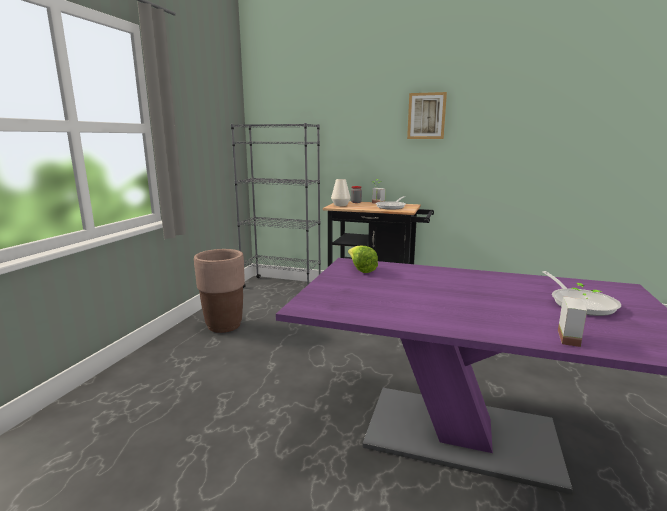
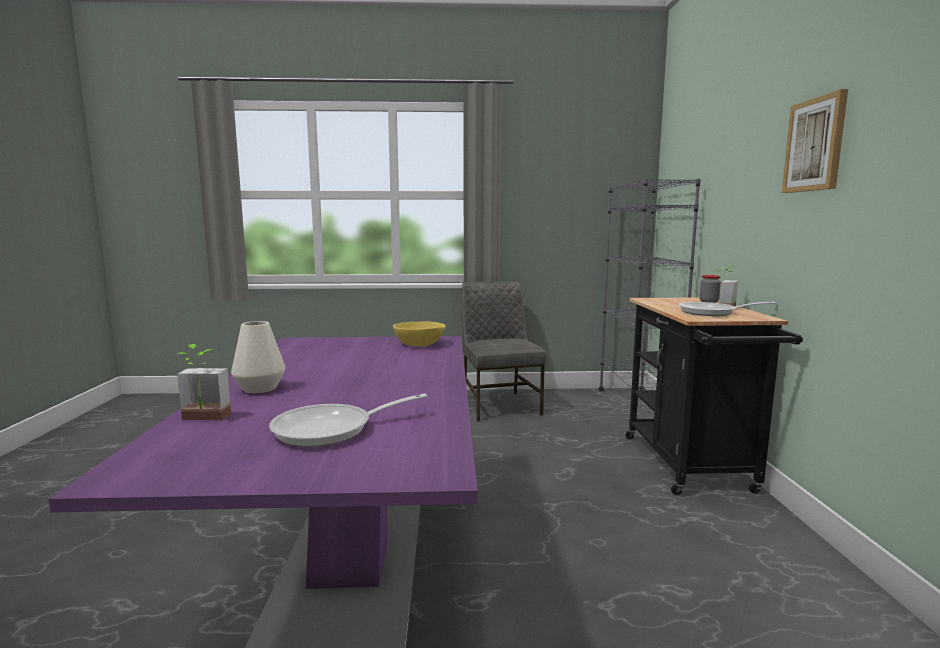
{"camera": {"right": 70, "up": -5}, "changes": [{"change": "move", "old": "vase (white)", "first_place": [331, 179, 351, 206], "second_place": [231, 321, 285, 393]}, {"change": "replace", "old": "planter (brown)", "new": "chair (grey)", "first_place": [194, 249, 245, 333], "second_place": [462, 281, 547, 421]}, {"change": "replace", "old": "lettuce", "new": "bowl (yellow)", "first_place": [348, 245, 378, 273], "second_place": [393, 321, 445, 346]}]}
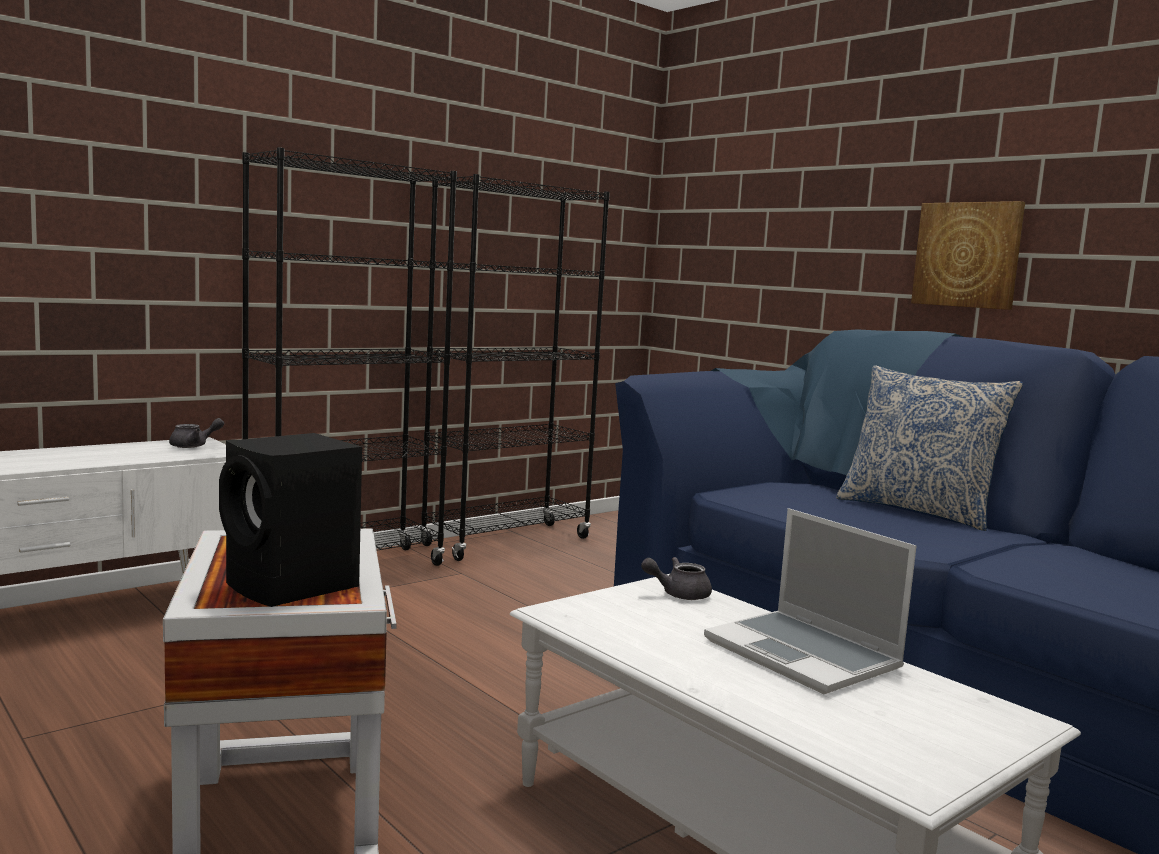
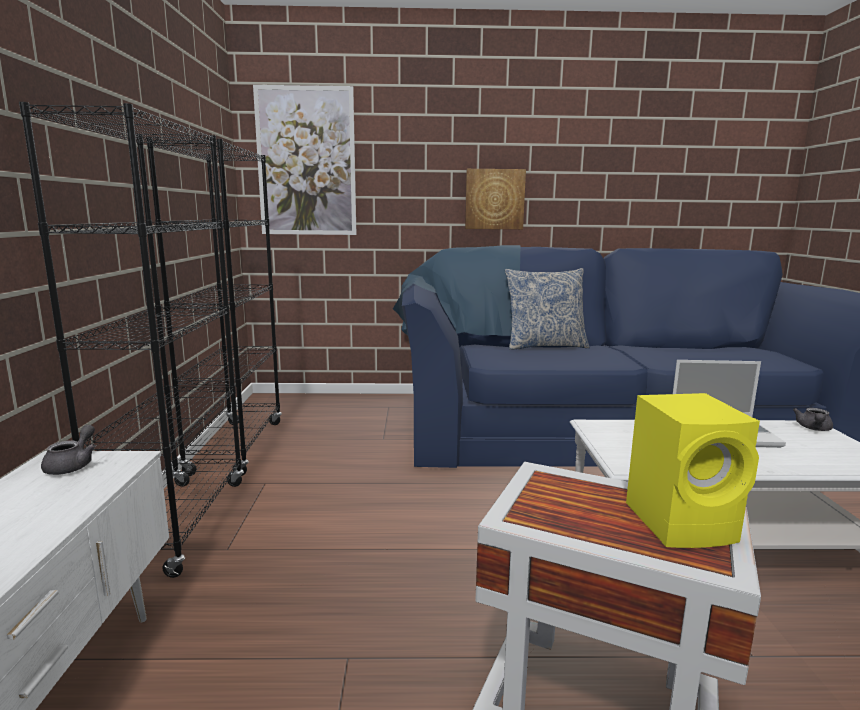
{"camera": {"right": -50, "up": 5}, "changes": [{"change": "insert", "new": "picture", "second_place": [253, 85, 356, 235]}, {"change": "move", "old": "teapot (grey)", "first_place": [641, 557, 712, 600], "second_place": [793, 408, 833, 431]}, {"change": "recolor", "old": "speaker (black)", "new": "speaker (yellow)", "first_place": [219, 433, 362, 607], "second_place": [626, 393, 760, 548]}]}
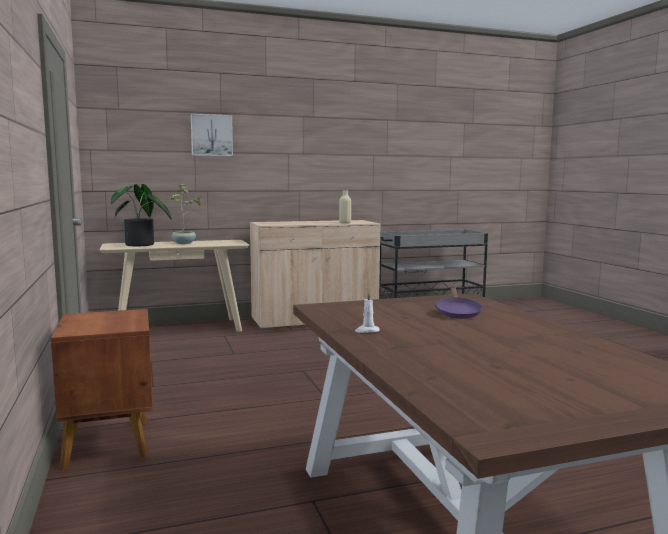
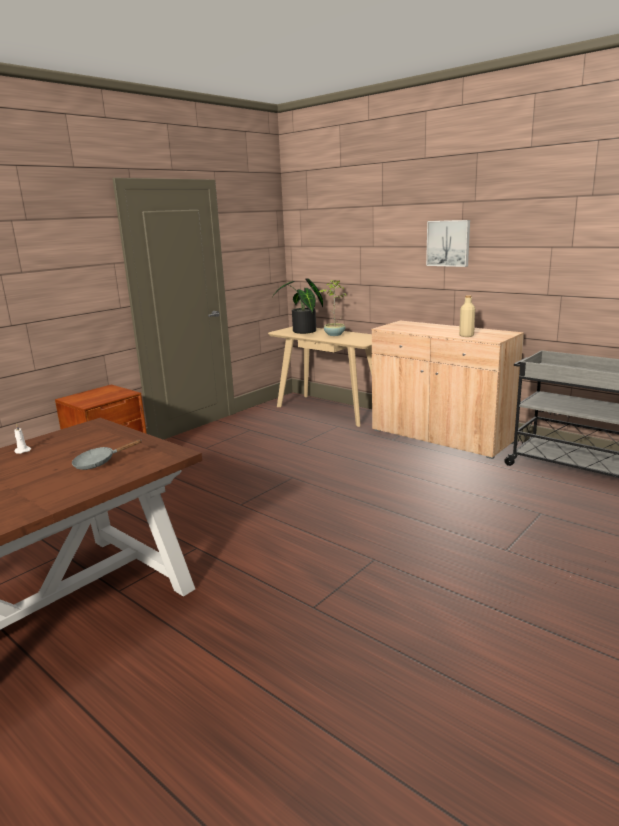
{"camera": {"right": 60, "up": 10}, "changes": [{"change": "move", "old": "picture", "first_place": [191, 114, 233, 156], "second_place": [426, 220, 470, 267]}, {"change": "recolor", "old": "frying pan (purple)", "new": "frying pan (grey)", "first_place": [435, 286, 483, 319], "second_place": [72, 439, 142, 470]}]}
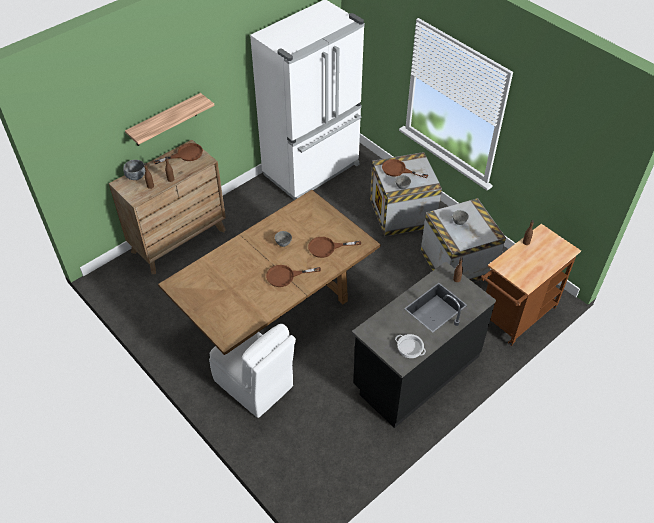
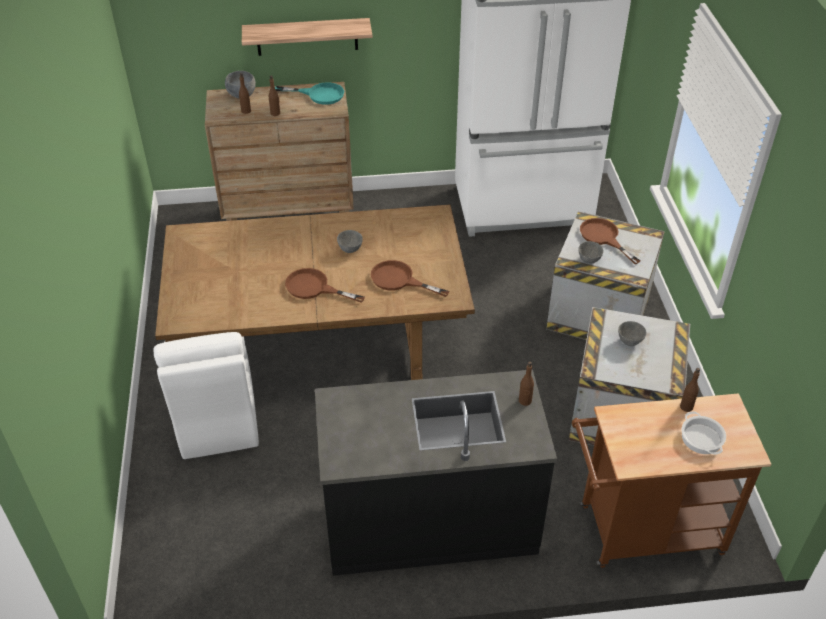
{"camera": {"right": 35, "up": -5}, "changes": [{"change": "move", "old": "cooking pot", "first_place": [395, 334, 426, 358], "second_place": [682, 412, 726, 455]}, {"change": "recolor", "old": "frying pan (brown)", "new": "frying pan (turquoise)", "first_place": [154, 143, 203, 164], "second_place": [275, 82, 344, 105]}]}
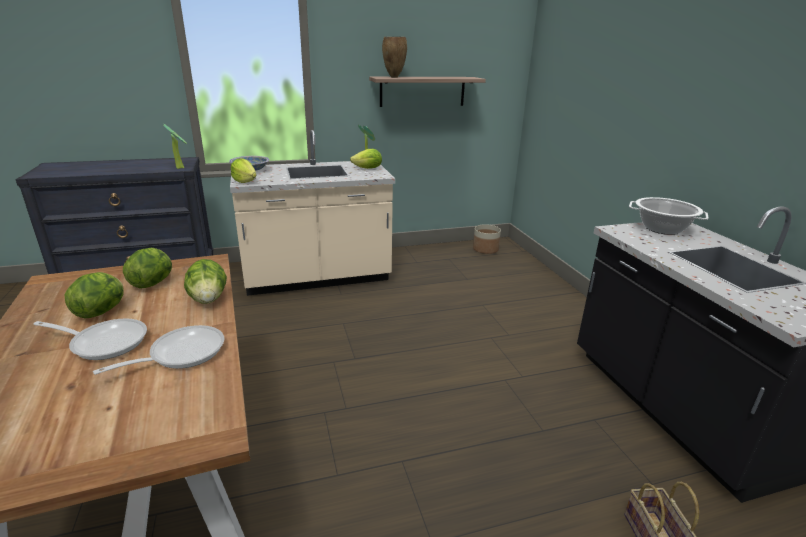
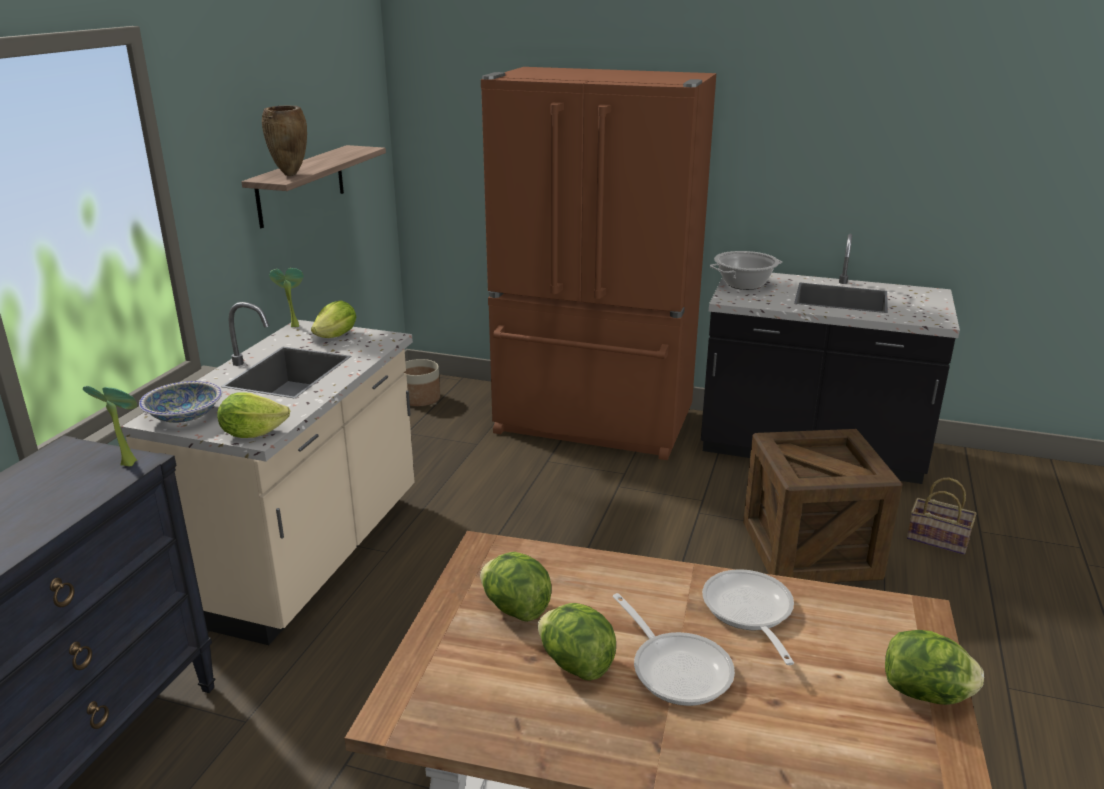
{"camera": {"right": -55, "up": 0}, "changes": [{"change": "insert", "new": "fridge (brown)", "second_place": [481, 67, 716, 460]}, {"change": "insert", "new": "crate", "second_place": [743, 429, 903, 583]}, {"change": "move", "old": "lettuce", "first_place": [184, 259, 227, 304], "second_place": [885, 630, 984, 705]}, {"change": "rotate", "old": "frying pan", "first_place": [33, 318, 147, 360], "second_place": [612, 593, 735, 706], "degrees": 105}]}
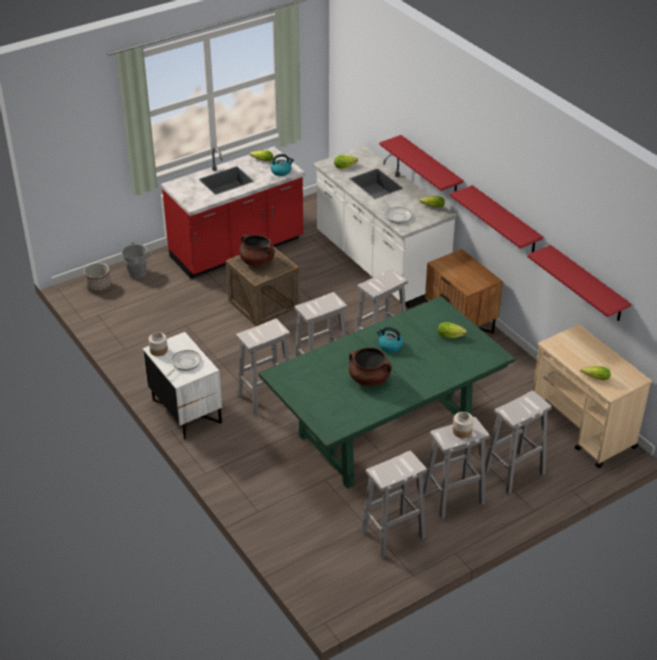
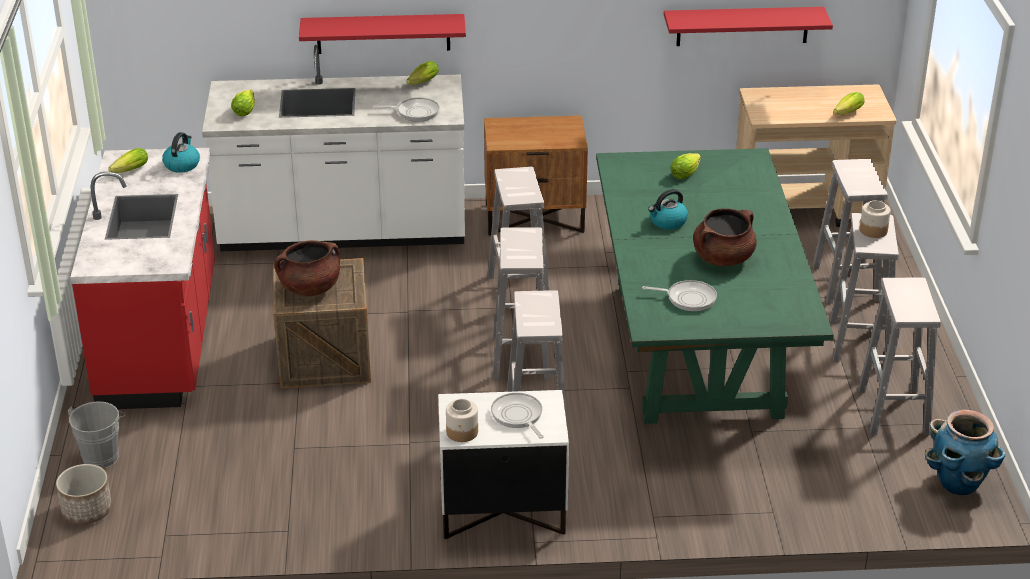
{"camera": {"right": -60, "up": -5}, "changes": [{"change": "delete", "old": "shelf (red)", "first_place": [450, 185, 543, 252]}, {"change": "insert", "new": "frying pan", "second_place": [642, 280, 717, 311]}, {"change": "insert", "new": "planter", "second_place": [925, 410, 1005, 495]}]}
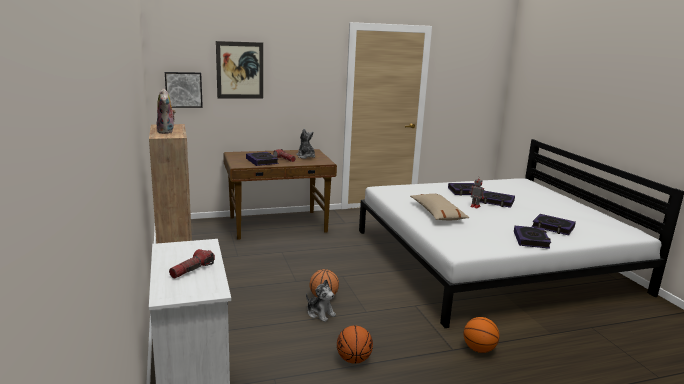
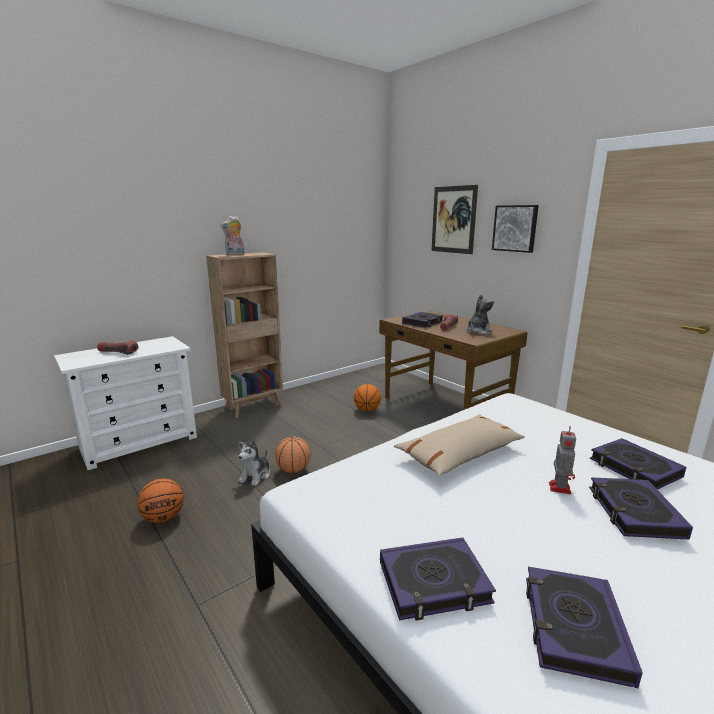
{"camera": {"right": 70, "up": 0}, "changes": [{"change": "move", "old": "picture", "first_place": [165, 72, 203, 108], "second_place": [492, 205, 539, 253]}, {"change": "move", "old": "basketball", "first_place": [464, 317, 499, 353], "second_place": [354, 384, 381, 412]}]}
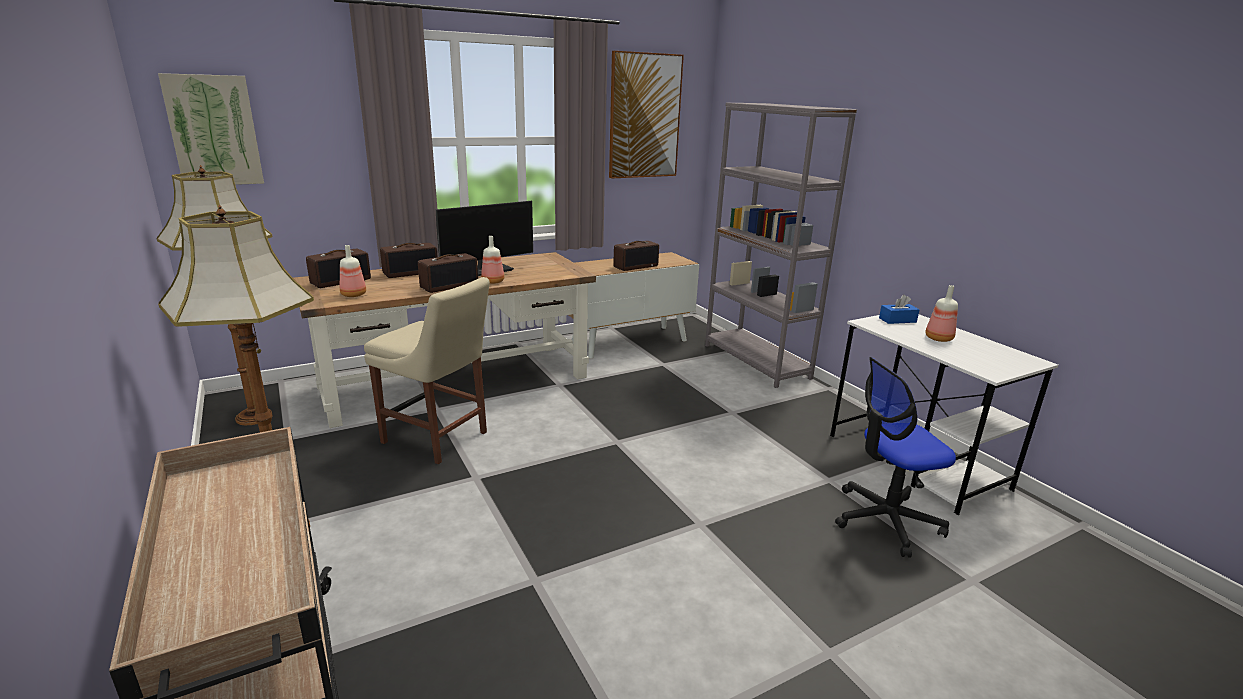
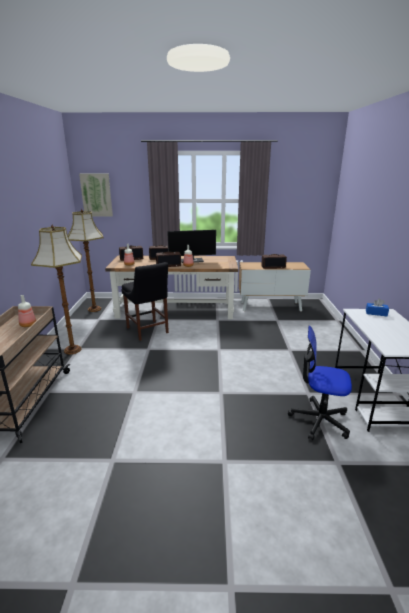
{"camera": {"right": 30, "up": 0}, "changes": [{"change": "delete", "old": "picture", "first_place": [609, 51, 684, 179]}, {"change": "delete", "old": "bookcase (grey)", "first_place": [705, 103, 857, 388]}, {"change": "move", "old": "bottle", "first_place": [925, 285, 958, 342], "second_place": [18, 295, 36, 327]}, {"change": "recolor", "old": "chair (beige)", "new": "chair (black)", "first_place": [364, 277, 490, 464], "second_place": [121, 262, 169, 341]}]}
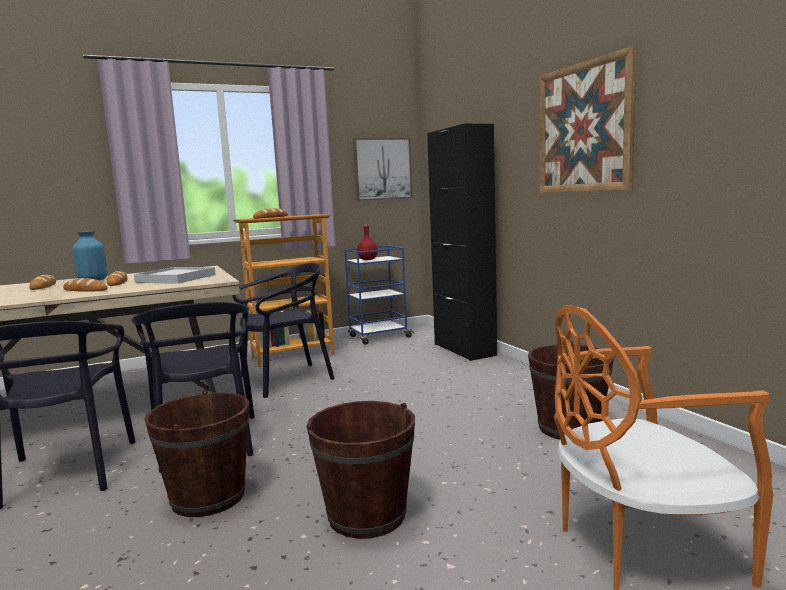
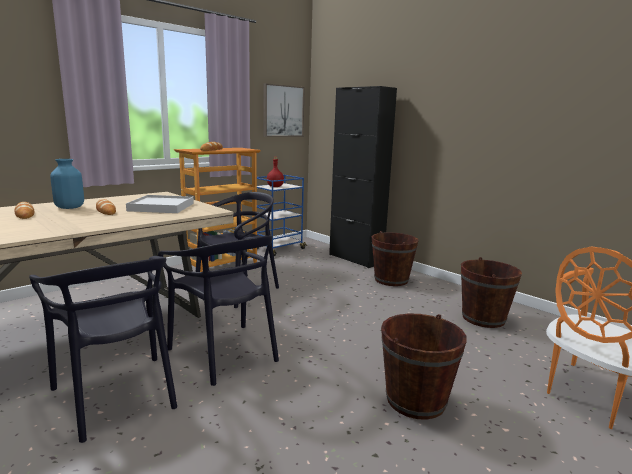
{"camera": {"right": -20, "up": 5}, "changes": [{"change": "delete", "old": "bread", "first_place": [63, 278, 107, 292]}, {"change": "delete", "old": "picture", "first_place": [540, 46, 637, 193]}, {"change": "move", "old": "bucket (brown)", "first_place": [144, 389, 249, 517], "second_place": [372, 231, 419, 286]}]}
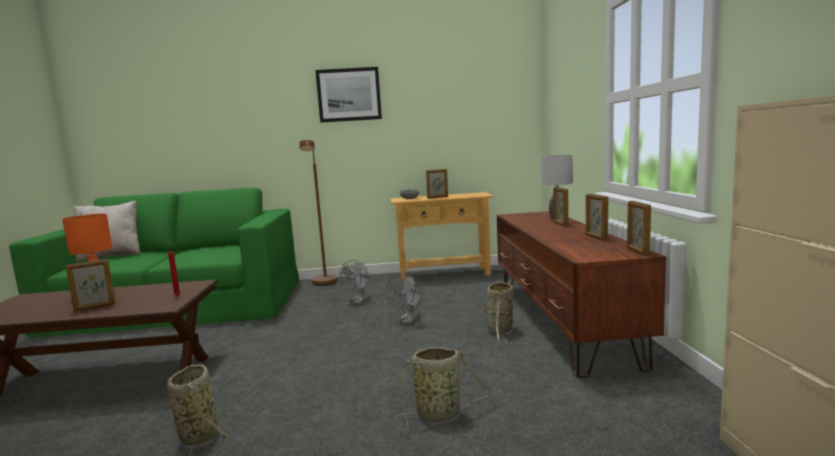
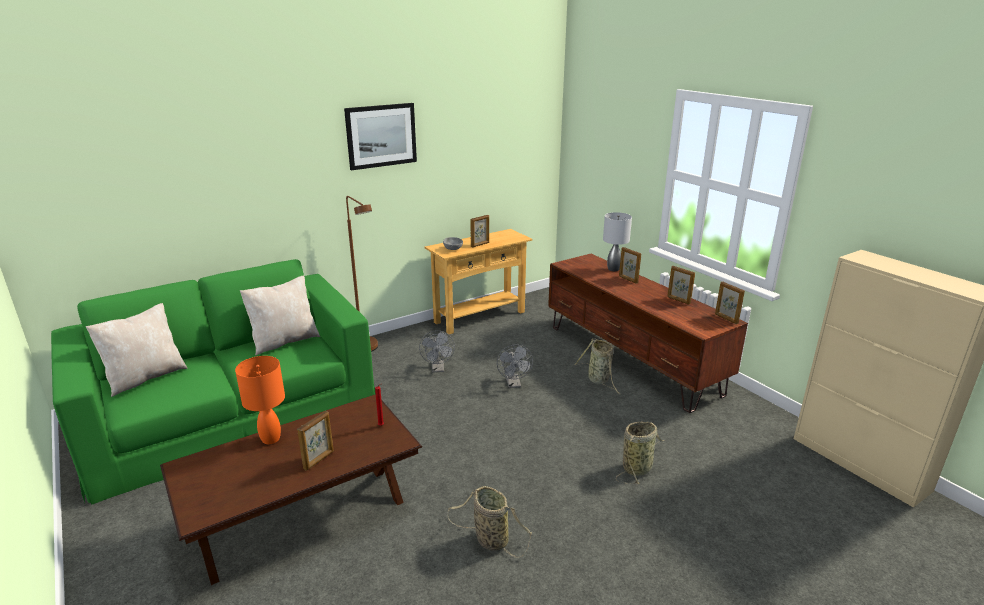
{"camera": {"right": -30, "up": 15}, "changes": [{"change": "insert", "new": "pillow (beige)", "second_place": [240, 276, 320, 355]}]}
